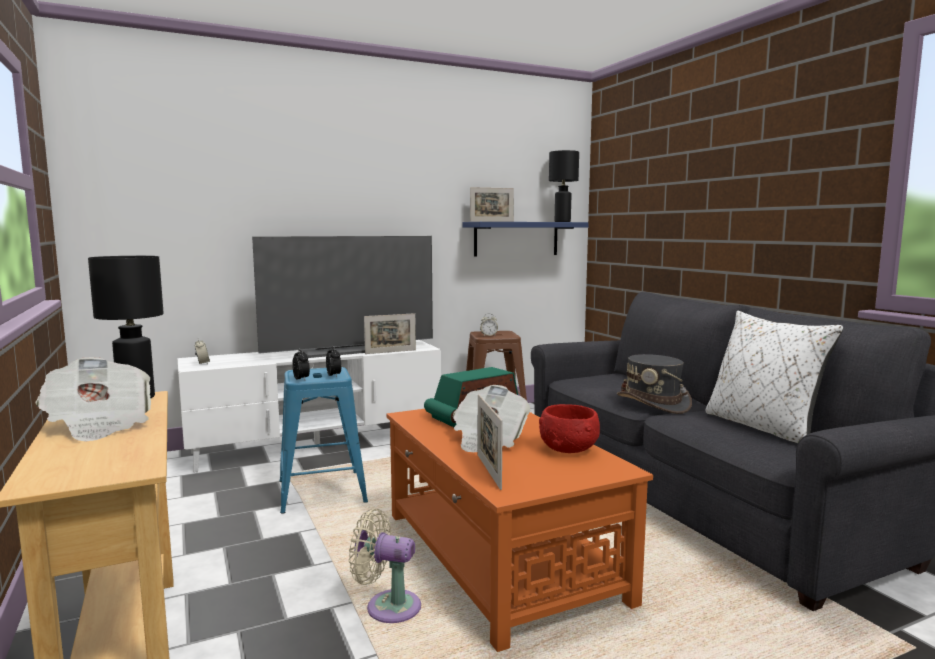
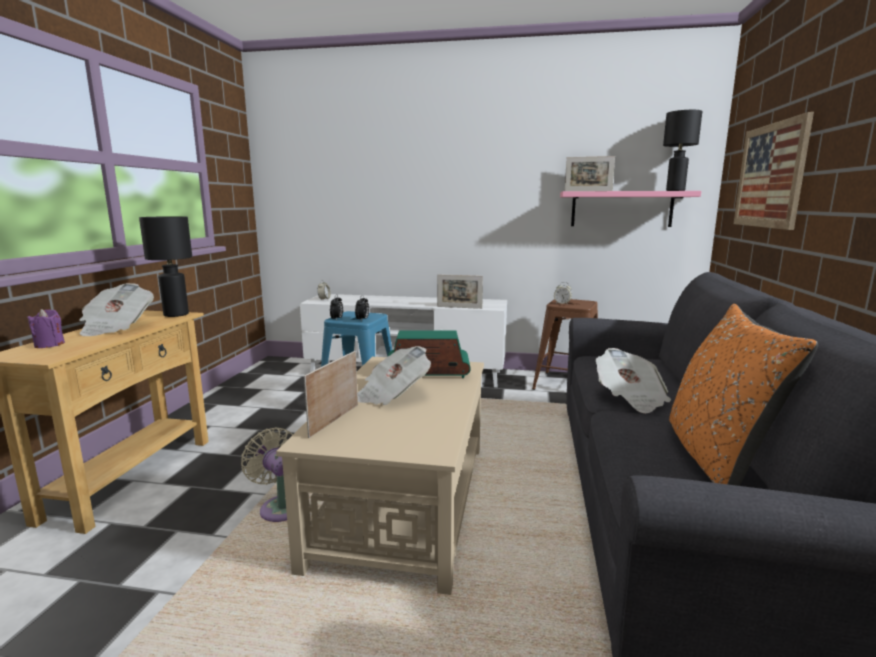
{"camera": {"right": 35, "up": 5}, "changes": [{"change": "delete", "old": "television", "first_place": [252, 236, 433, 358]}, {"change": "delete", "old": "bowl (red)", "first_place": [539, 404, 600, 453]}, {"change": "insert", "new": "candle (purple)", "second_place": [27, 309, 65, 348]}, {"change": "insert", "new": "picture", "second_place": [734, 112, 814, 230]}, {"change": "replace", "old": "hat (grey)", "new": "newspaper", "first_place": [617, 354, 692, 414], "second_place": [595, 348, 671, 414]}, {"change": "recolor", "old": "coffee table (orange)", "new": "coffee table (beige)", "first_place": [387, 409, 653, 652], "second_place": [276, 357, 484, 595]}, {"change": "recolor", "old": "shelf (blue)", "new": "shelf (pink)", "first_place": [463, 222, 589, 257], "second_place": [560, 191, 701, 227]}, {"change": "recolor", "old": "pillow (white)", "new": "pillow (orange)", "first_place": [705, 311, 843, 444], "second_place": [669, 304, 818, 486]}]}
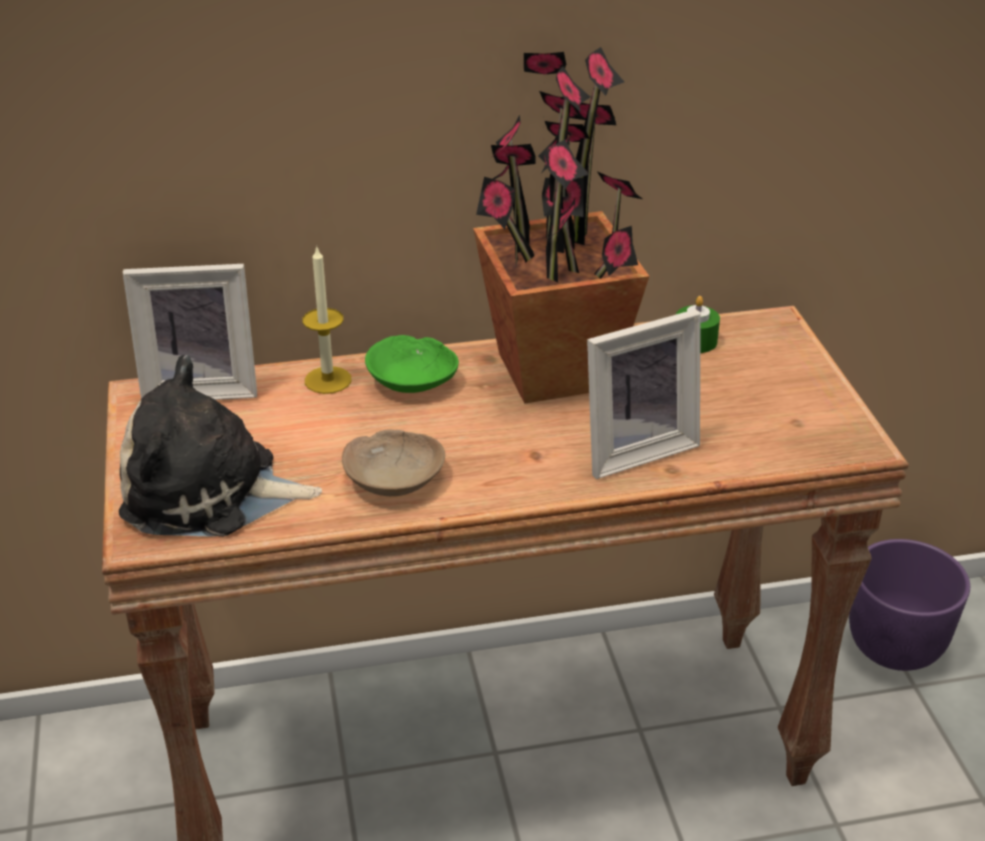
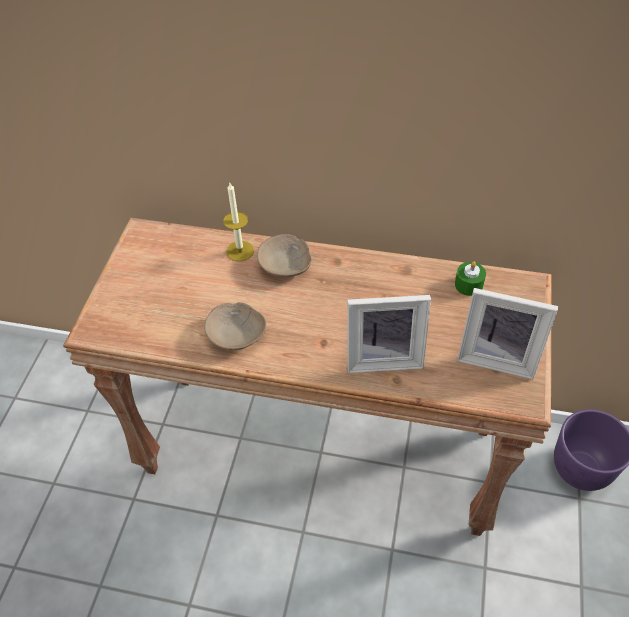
{"camera": {"right": 25, "up": 15}, "changes": [{"change": "delete", "old": "plush toy", "first_place": [119, 355, 322, 537]}, {"change": "delete", "old": "potted plant", "first_place": [473, 47, 649, 404]}, {"change": "move", "old": "picture frame", "first_place": [123, 264, 257, 400], "second_place": [457, 288, 558, 379]}, {"change": "recolor", "old": "bowl (green)", "new": "bowl (beige)", "first_place": [365, 335, 459, 393], "second_place": [257, 234, 311, 277]}]}
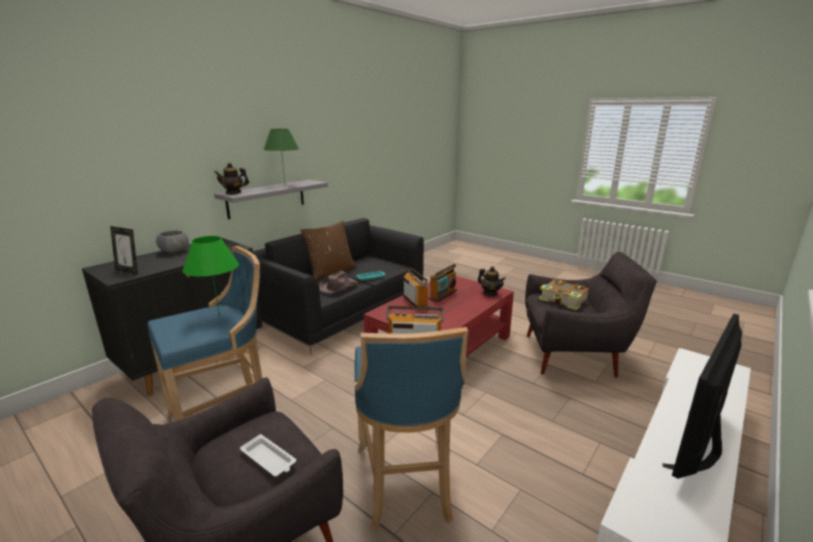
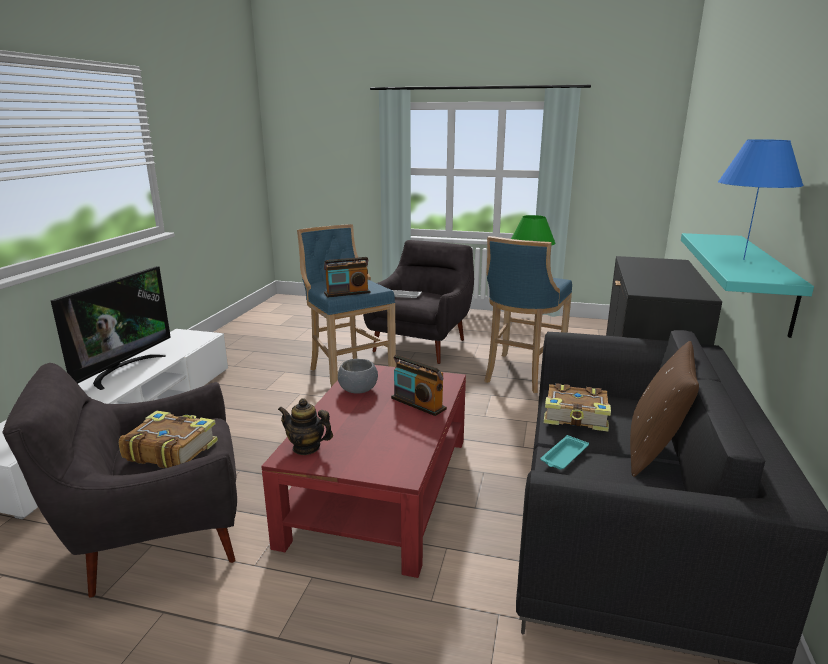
{"camera": {"right": 155, "up": 0}, "changes": [{"change": "delete", "old": "picture frame", "first_place": [110, 226, 138, 274]}, {"change": "delete", "old": "teapot", "first_place": [214, 163, 249, 194]}, {"change": "delete", "old": "radio", "first_place": [428, 264, 457, 302]}, {"change": "move", "old": "bowl (grey)", "first_place": [156, 230, 189, 253], "second_place": [338, 359, 378, 394]}, {"change": "replace", "old": "hat (brown)", "new": "book", "first_place": [319, 271, 358, 293], "second_place": [544, 383, 611, 431]}, {"change": "recolor", "old": "shelf (grey)", "new": "shelf (turquoise)", "first_place": [214, 180, 328, 219], "second_place": [681, 233, 814, 338]}, {"change": "recolor", "old": "table lamp (green)", "new": "table lamp (blue)", "first_place": [263, 129, 299, 181], "second_place": [718, 139, 804, 260]}]}
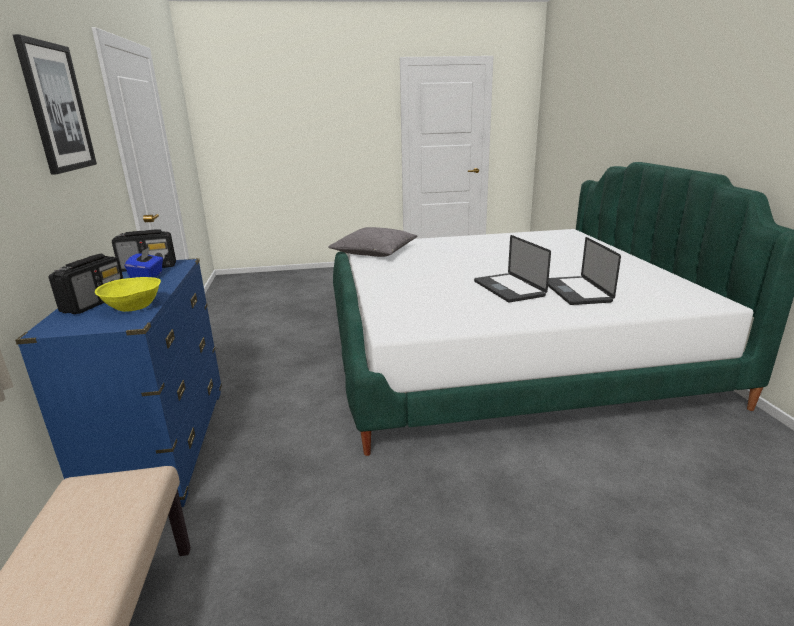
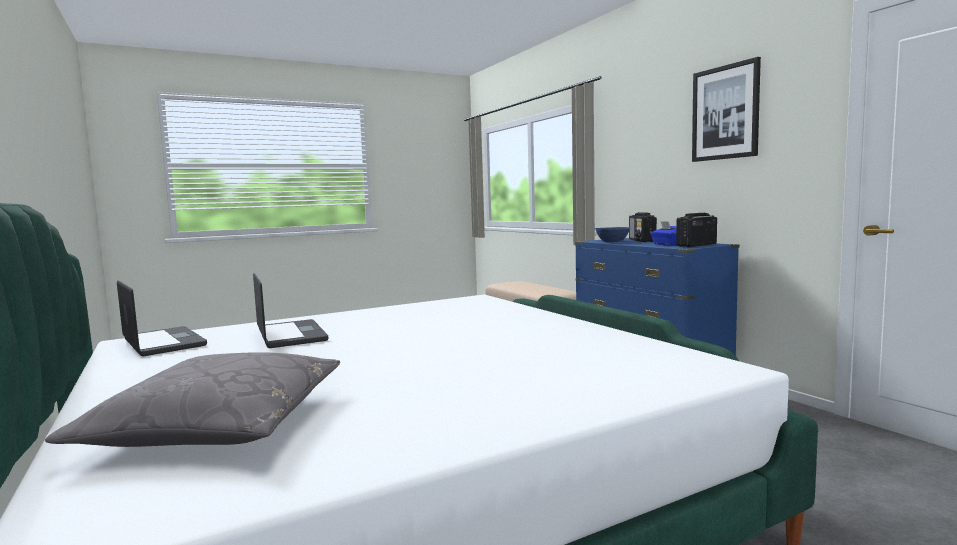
{"camera": {"right": 160, "up": -15}, "changes": [{"change": "move", "old": "pillow (grey)", "first_place": [328, 227, 417, 257], "second_place": [45, 352, 340, 447]}, {"change": "move", "old": "laptop", "first_place": [474, 235, 551, 302], "second_place": [117, 280, 207, 356]}, {"change": "recolor", "old": "bowl (yellow)", "new": "bowl (blue)", "first_place": [95, 277, 161, 312], "second_place": [595, 227, 631, 242]}]}
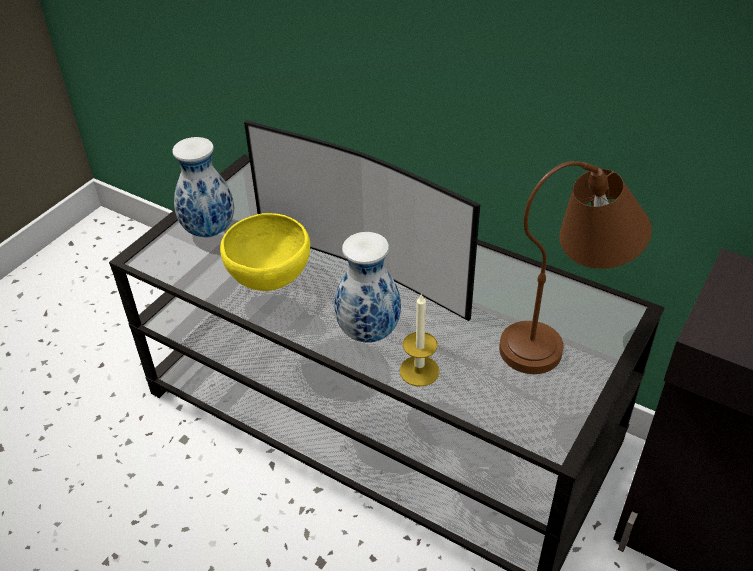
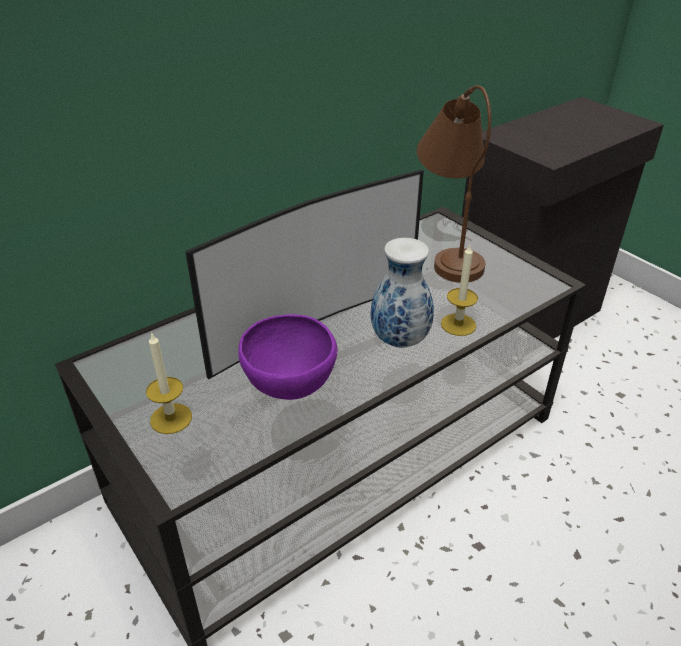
{"camera": {"right": -70, "up": -5}, "changes": [{"change": "replace", "old": "vase", "new": "candle", "first_place": [172, 137, 234, 238], "second_place": [146, 332, 192, 434]}, {"change": "recolor", "old": "bowl (yellow)", "new": "bowl (purple)", "first_place": [220, 213, 310, 291], "second_place": [238, 314, 337, 400]}]}
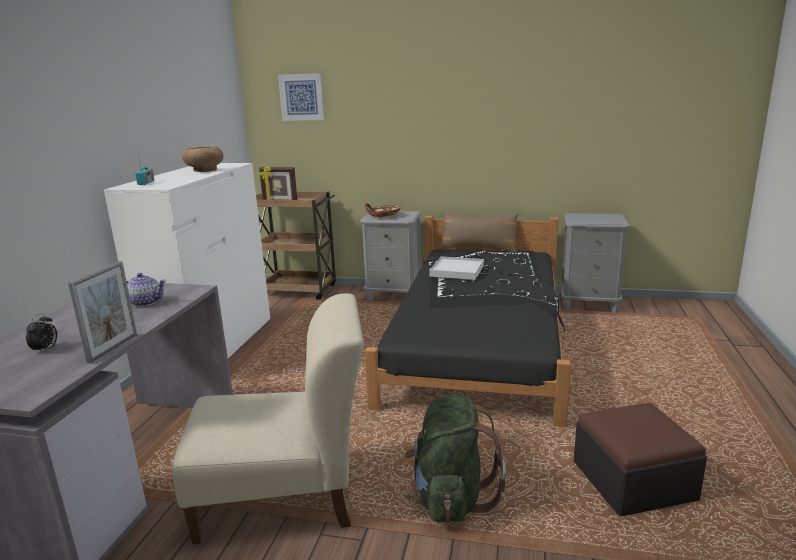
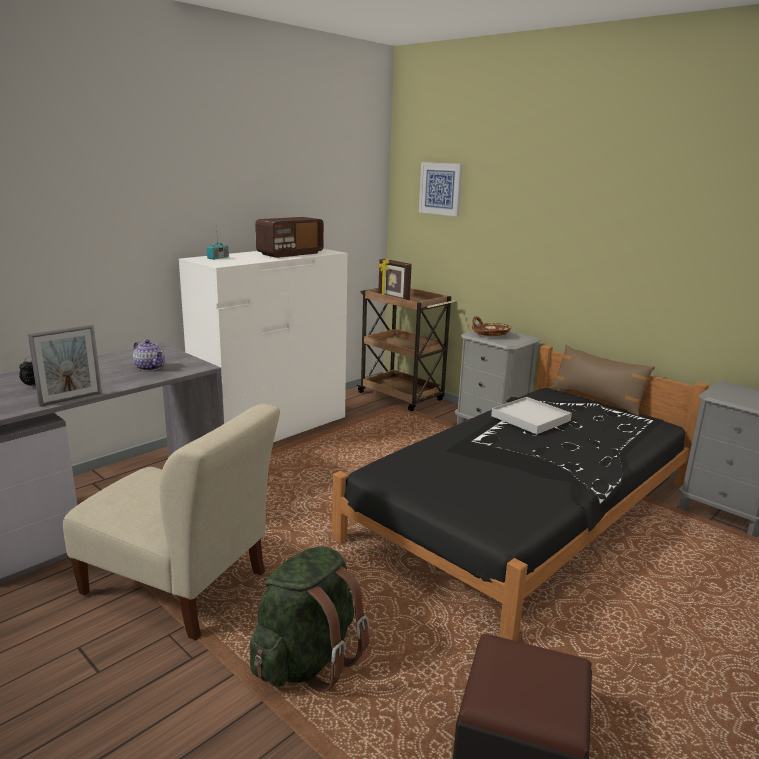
{"camera": {"right": 30, "up": 0}, "changes": [{"change": "replace", "old": "bowl (brown)", "new": "radio", "first_place": [182, 146, 224, 172], "second_place": [255, 217, 324, 258]}]}
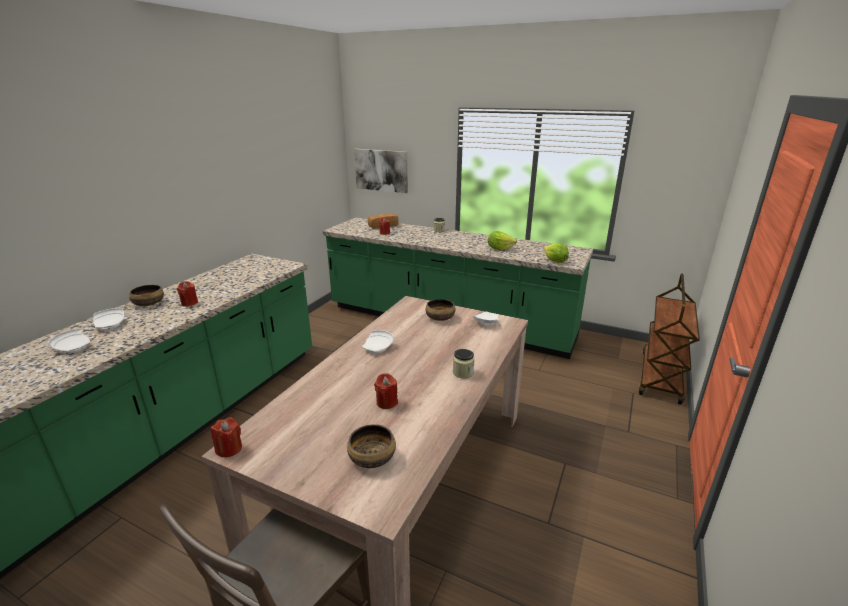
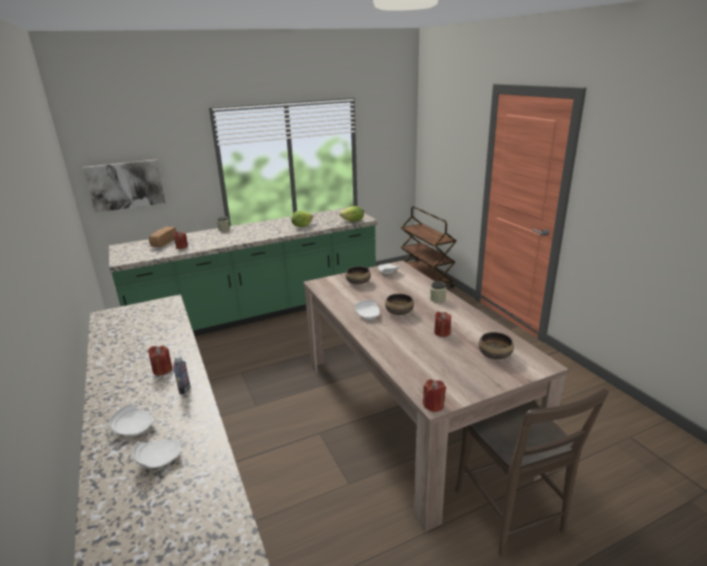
{"camera": {"right": -50, "up": 0}, "changes": [{"change": "insert", "new": "bottle", "second_place": [173, 355, 191, 395]}, {"change": "move", "old": "bowl", "first_place": [129, 285, 164, 306], "second_place": [385, 294, 414, 315]}]}
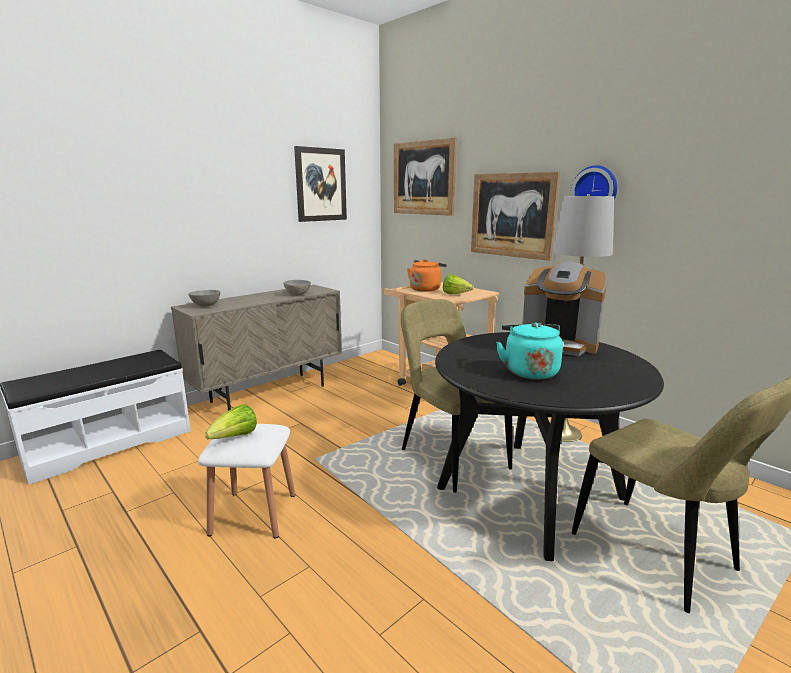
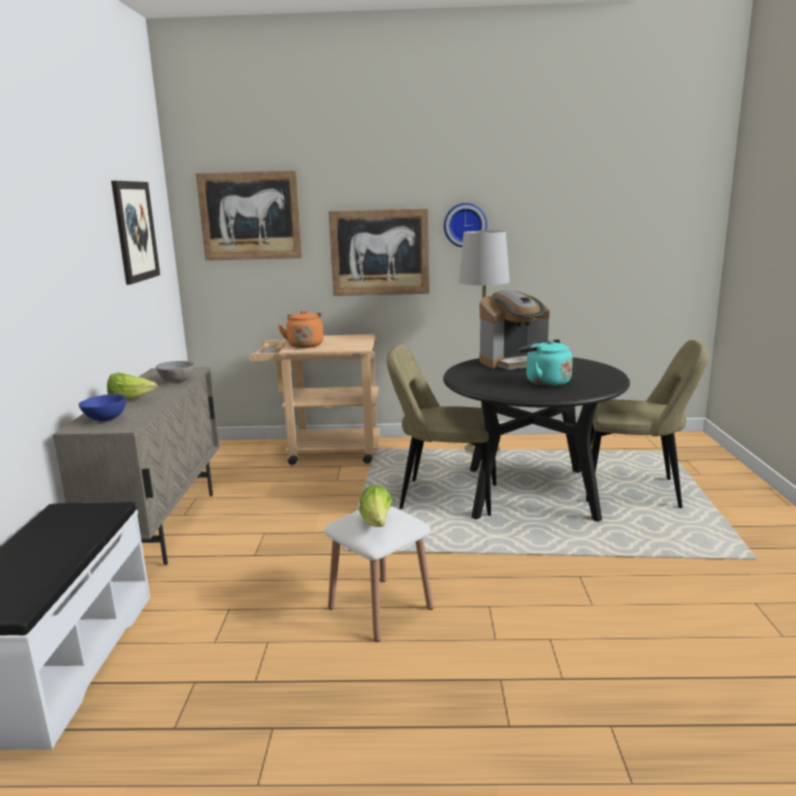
{"camera": {"right": -45, "up": 0}, "changes": [{"change": "move", "old": "lettuce", "first_place": [443, 274, 474, 294], "second_place": [107, 373, 157, 400]}, {"change": "recolor", "old": "bowl (grey)", "new": "bowl (blue)", "first_place": [188, 290, 221, 307], "second_place": [79, 394, 126, 421]}]}
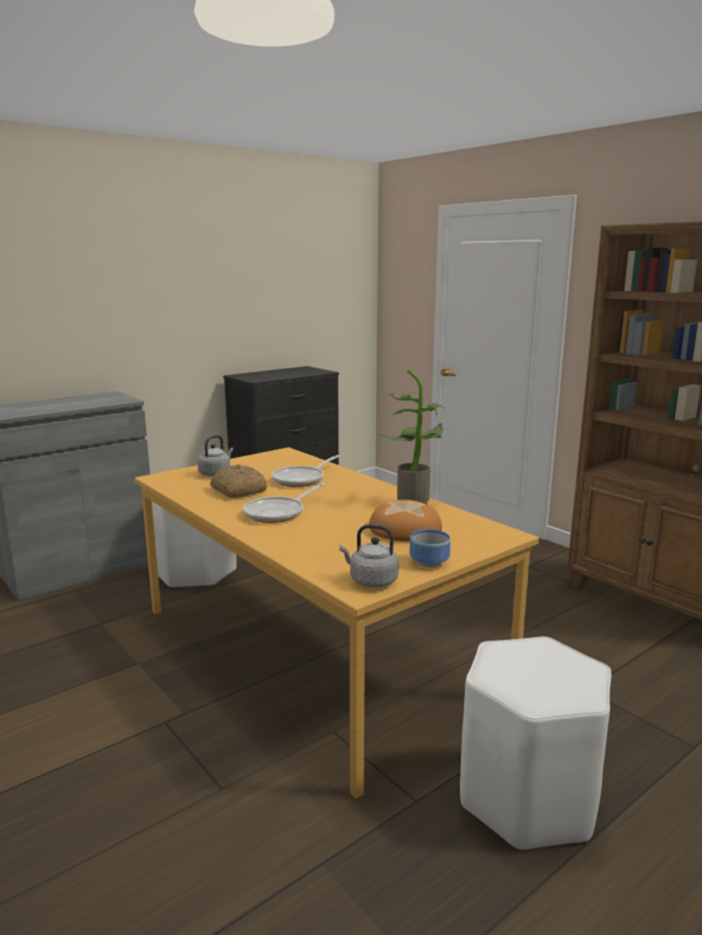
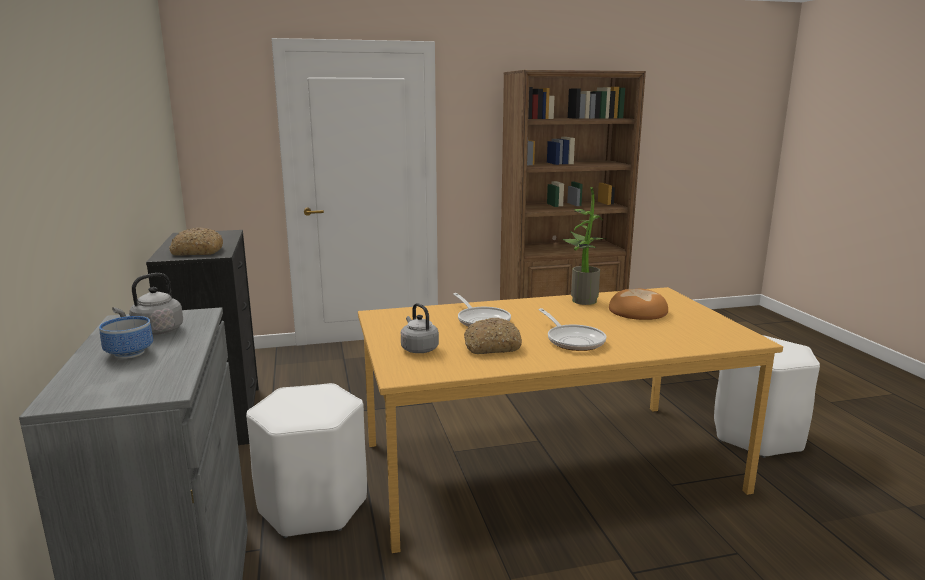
{"camera": {"right": -65, "up": 0}, "changes": [{"change": "insert", "new": "bread", "second_place": [169, 228, 223, 256]}, {"change": "move", "old": "kettle (grey)", "first_place": [339, 524, 399, 588], "second_place": [112, 273, 183, 335]}, {"change": "move", "old": "bowl", "first_place": [410, 529, 450, 568], "second_place": [99, 316, 153, 359]}]}
